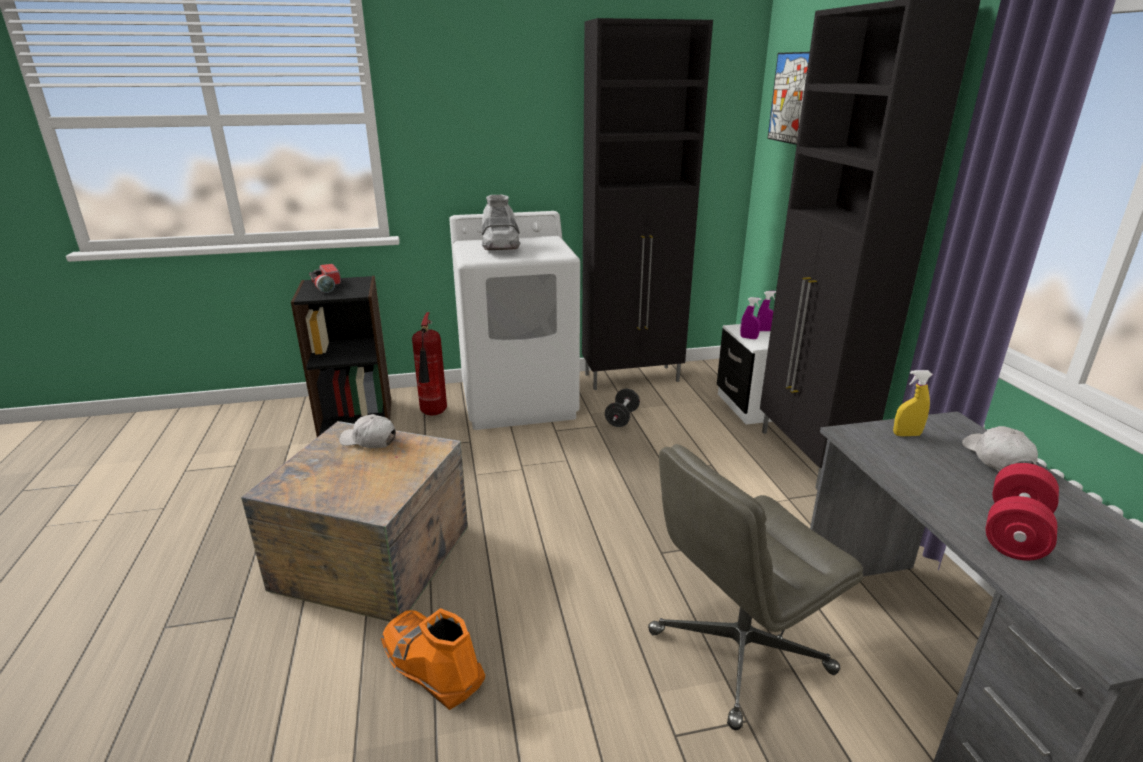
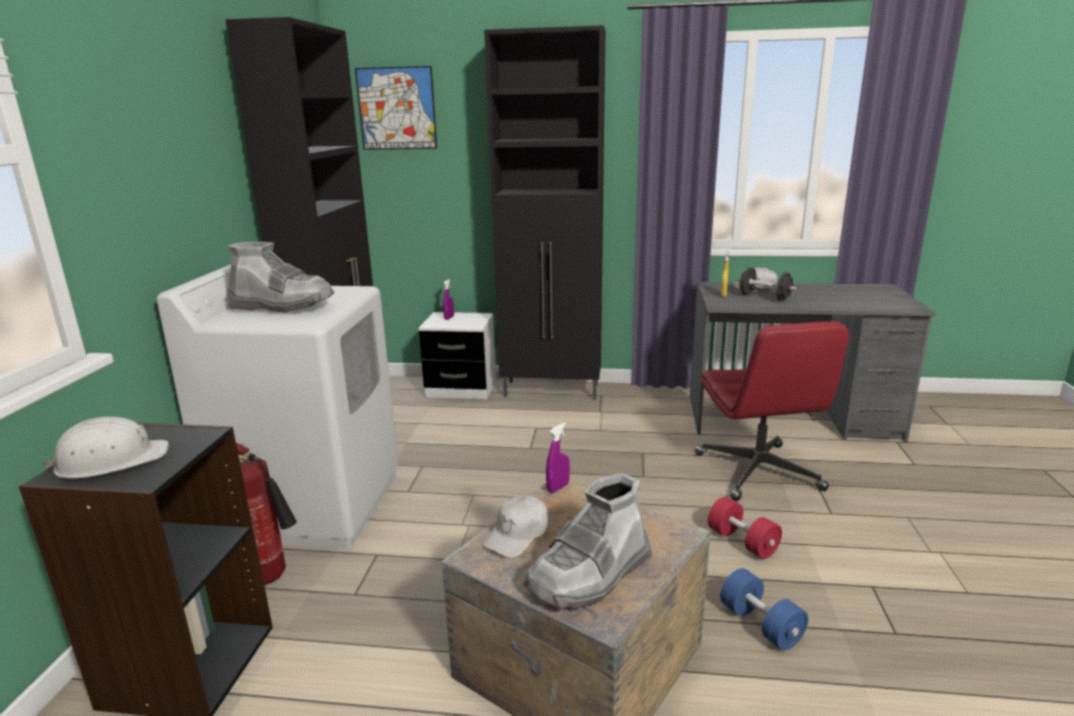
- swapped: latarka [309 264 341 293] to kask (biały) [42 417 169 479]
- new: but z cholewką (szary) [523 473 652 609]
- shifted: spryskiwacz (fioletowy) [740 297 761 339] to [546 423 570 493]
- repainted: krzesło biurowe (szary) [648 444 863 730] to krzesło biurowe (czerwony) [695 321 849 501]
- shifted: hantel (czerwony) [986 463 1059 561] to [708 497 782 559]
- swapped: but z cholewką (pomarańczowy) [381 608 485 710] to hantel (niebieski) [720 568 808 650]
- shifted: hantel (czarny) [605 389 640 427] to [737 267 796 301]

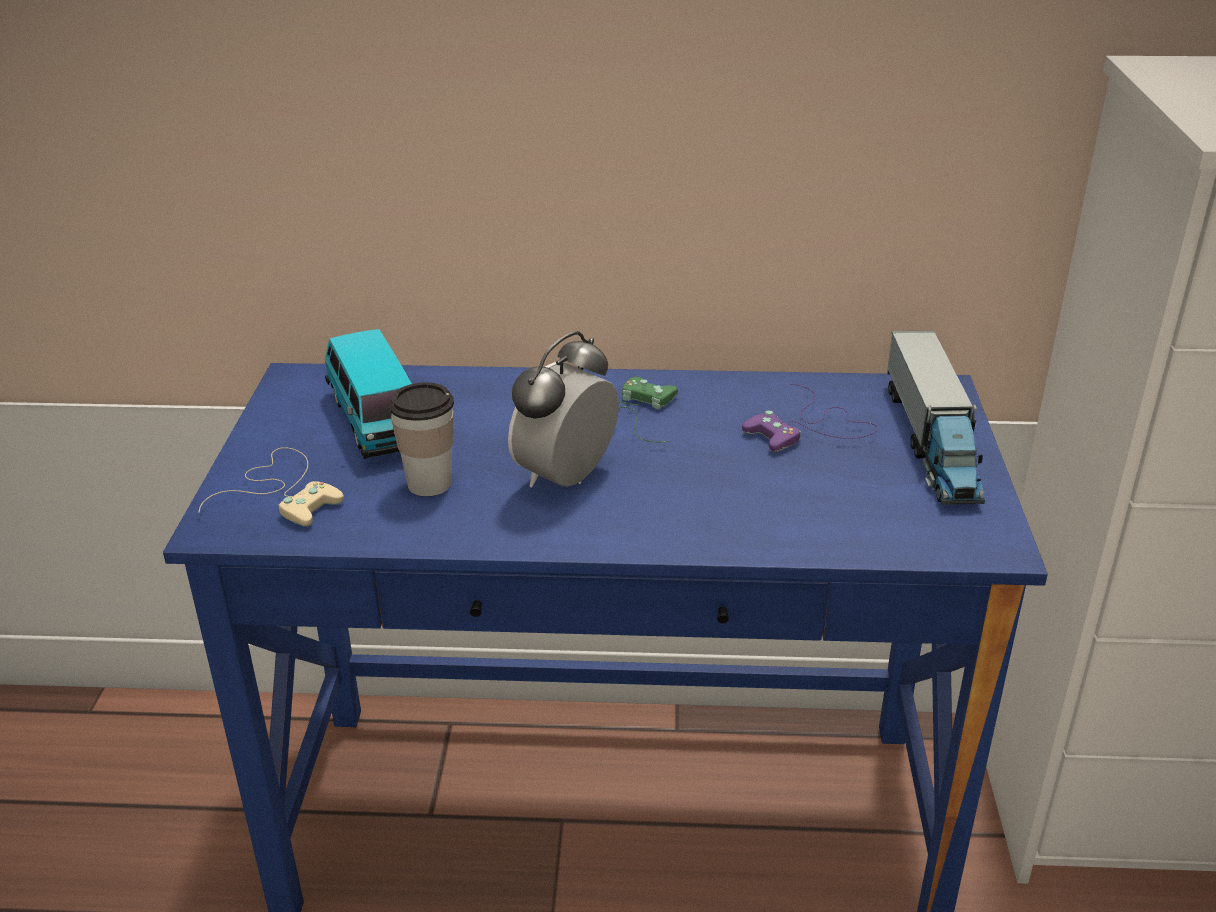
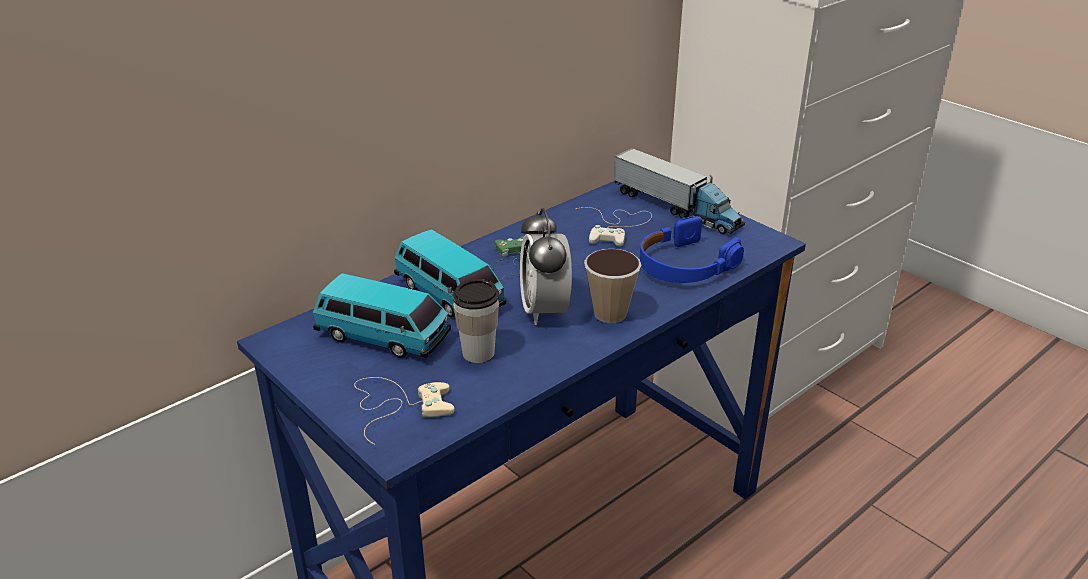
- new: samochodzik [394 229 506 318]
- repainted: pad do gier (fioletowy) [742 383 878 452] to pad do gier (biały) [576 207 652 247]
- new: filiżanka [584 249 641 323]
- new: słuchawki (niebieski) [640 216 744 283]

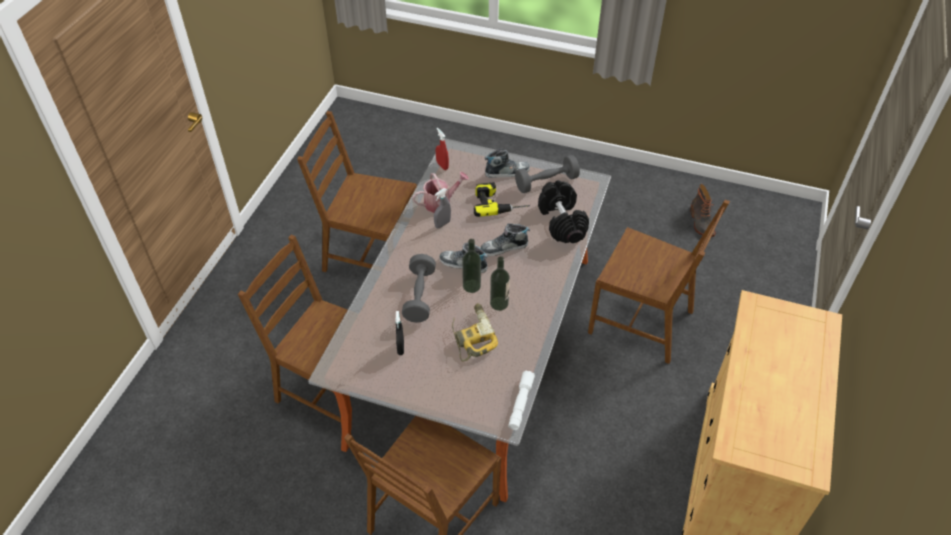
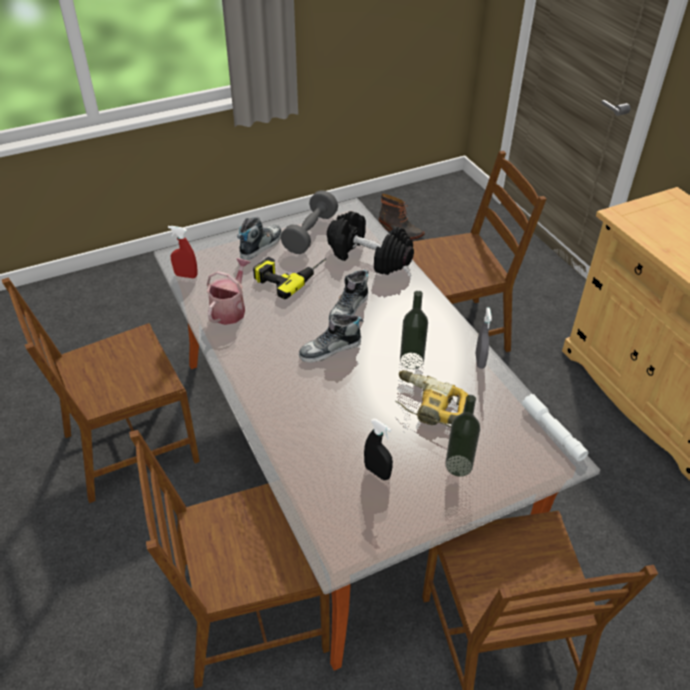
- shifted: butelka [462 239 481 293] to [445 395 480 477]
- shifted: spryskiwacz (szary) [434 188 451 228] to [476 308 492 369]
- gone: hantel (szary) [402 254 436 323]

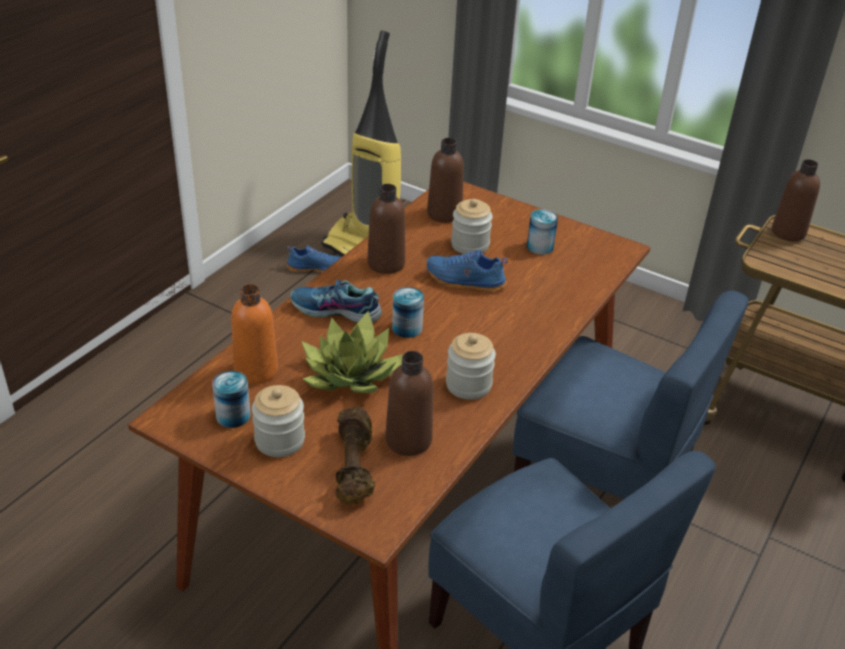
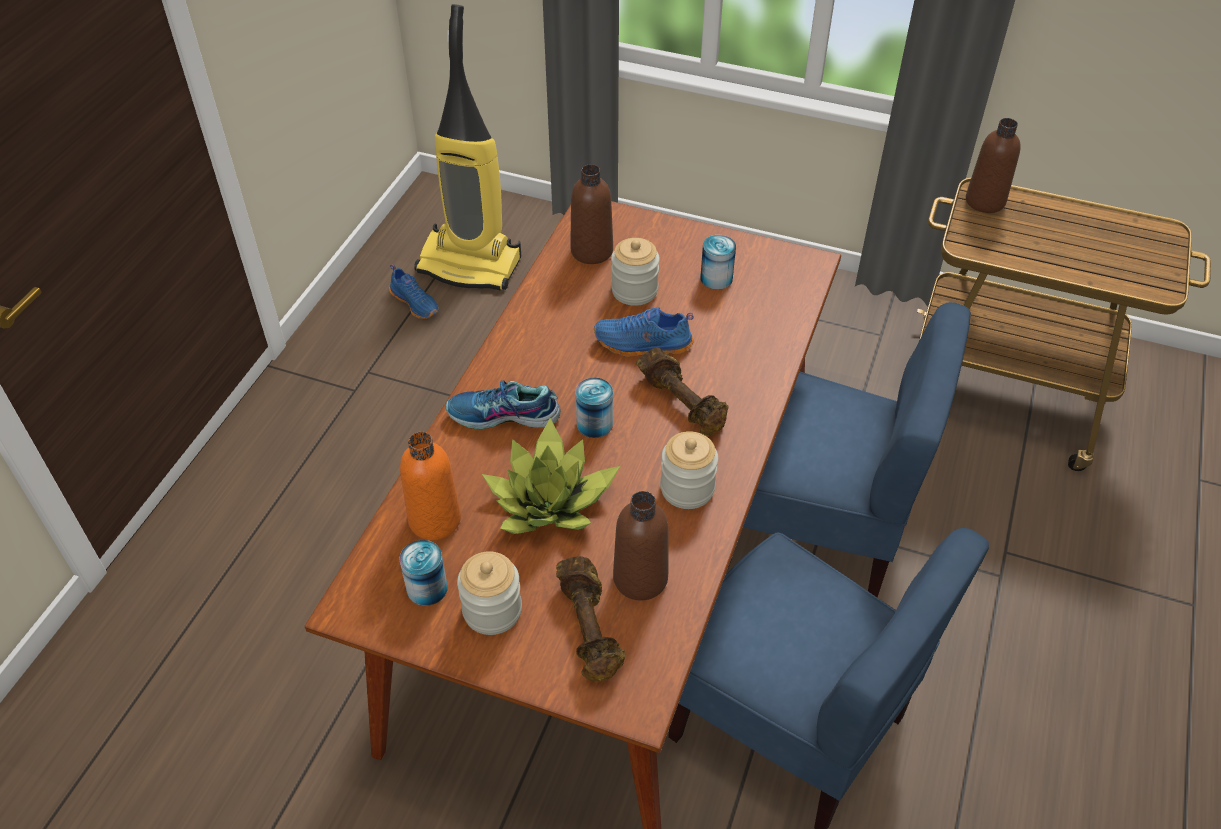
- rotated: but (niebieski) [286 245 341 273] = [389 264 439 319] 60 degrees clockwise
- new: hantel (brązowy) [636 347 729 435]
- gone: butelka (brązowy) [367 184 405 274]

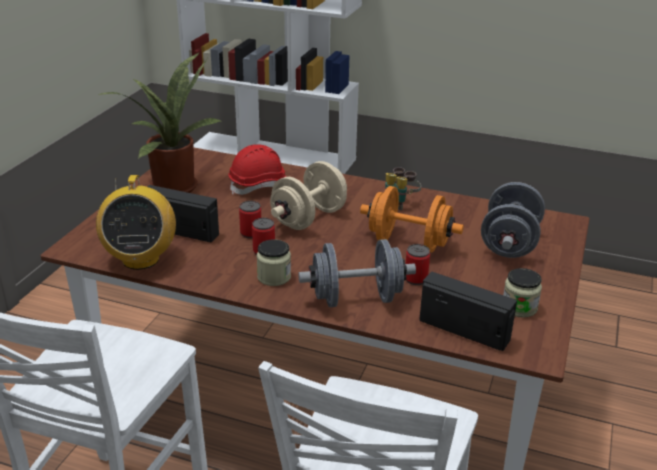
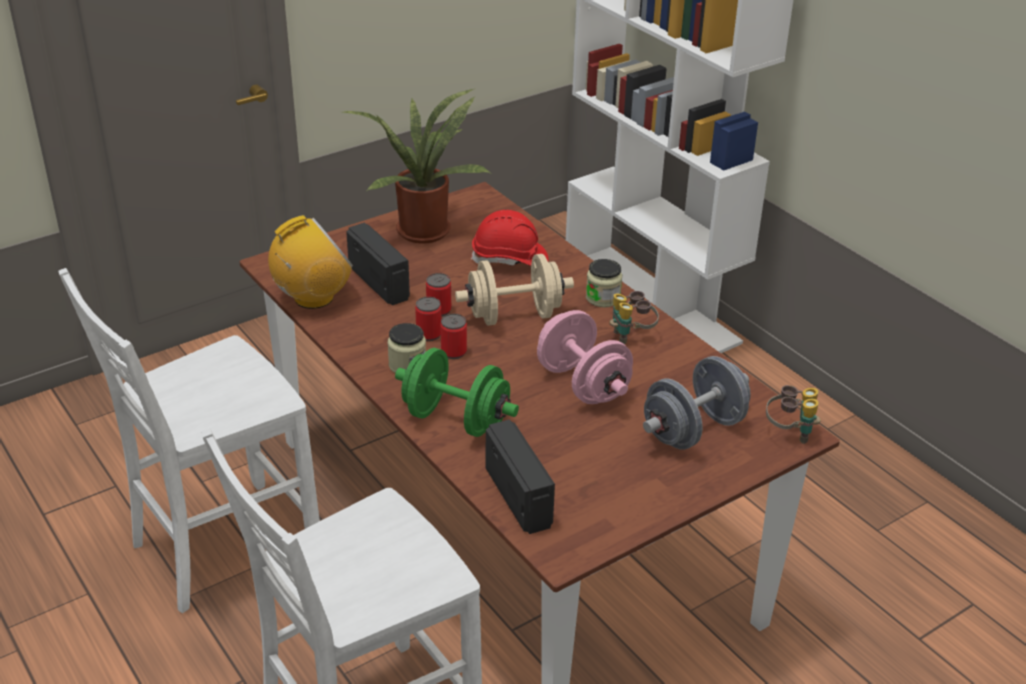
- rotated: radio [96 175 176 270] = [268 215 353 309] 150 degrees counterclockwise
- repainted: hantel (szary) [299 239 416 307] to hantel (zielony) [395 348 519 437]
- shifted: puszka [406 244 430 285] to [441 314 467 359]
- repainted: hantel (pomarańczowy) [360 186 464 252] to hantel (różowy) [537 310 633 404]
- shifted: słoik [503 268 542 318] to [586 259 622 307]
- new: lornetka [766 385 821 444]

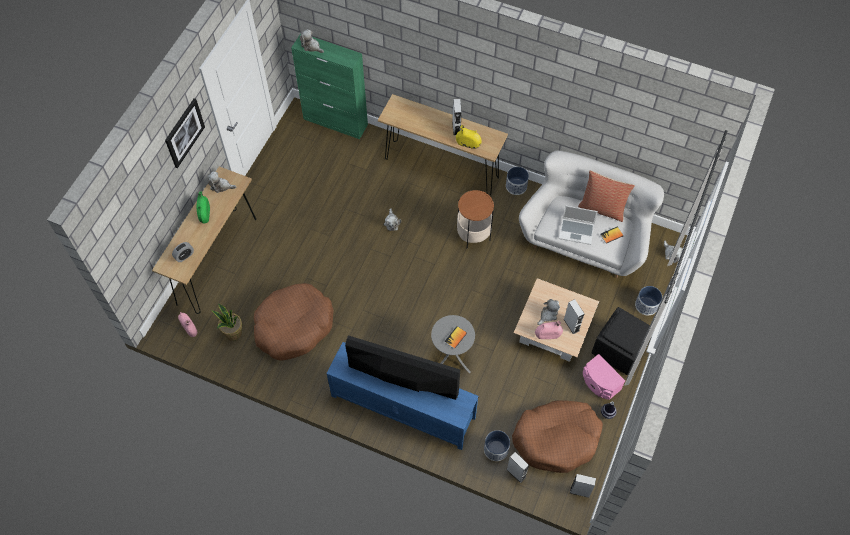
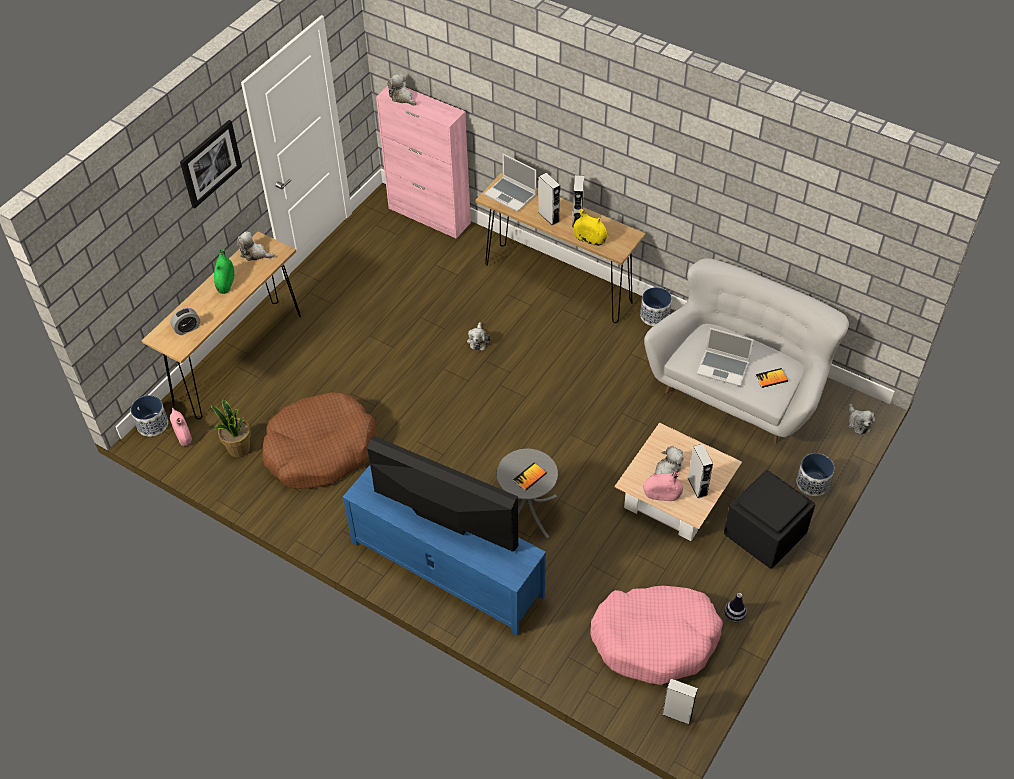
- shifted: donica [484 430 510 461] to [131 395 168 437]
- repainted: szafka (zielony) [291 33 368 139] to szafka (różowy) [376 86 471 239]
- new: laptop [484 154 537 212]
- shifted: głośnik (szary) [506 452 529 483] to [538 173 560 226]
- repainted: legowisko (brązowy) [512 400 603 473] to legowisko (różowy) [590 586 723 685]
- gone: stolik [457 190 494 249]
- gone: poduszka [578 170 635 222]
- gone: głośnik (różowy) [583 354 625 400]

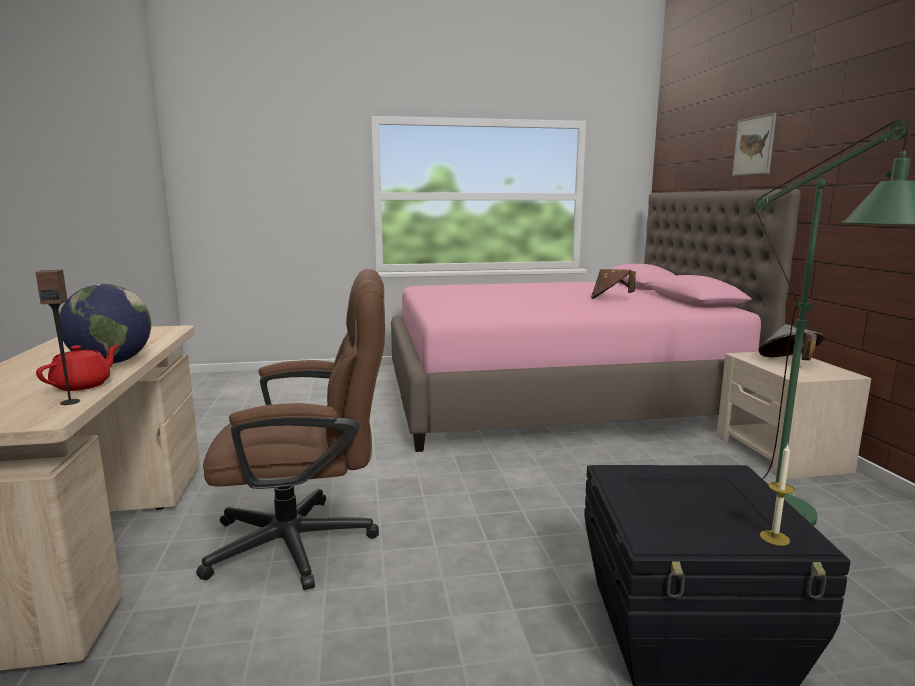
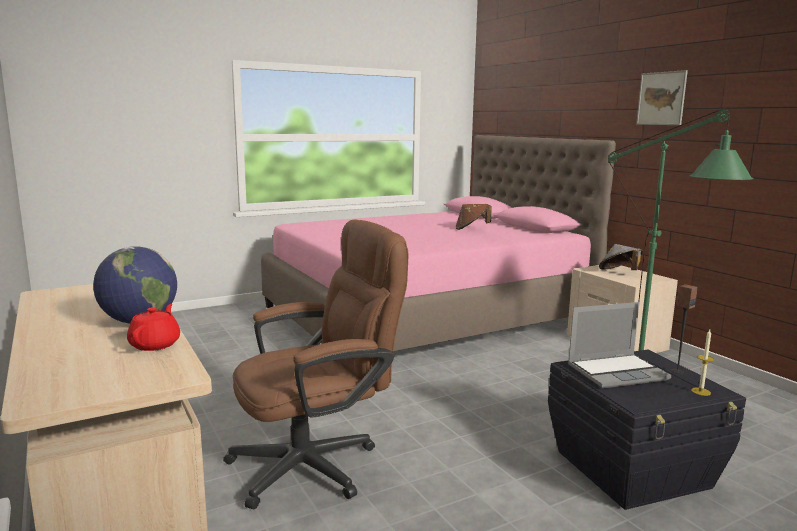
- new: laptop [568 302 671 388]
- shifted: obraz [732 113 776 176] to [636 70 688 125]
- shifted: głośnik [36 270 80 405] to [671 284 698 374]

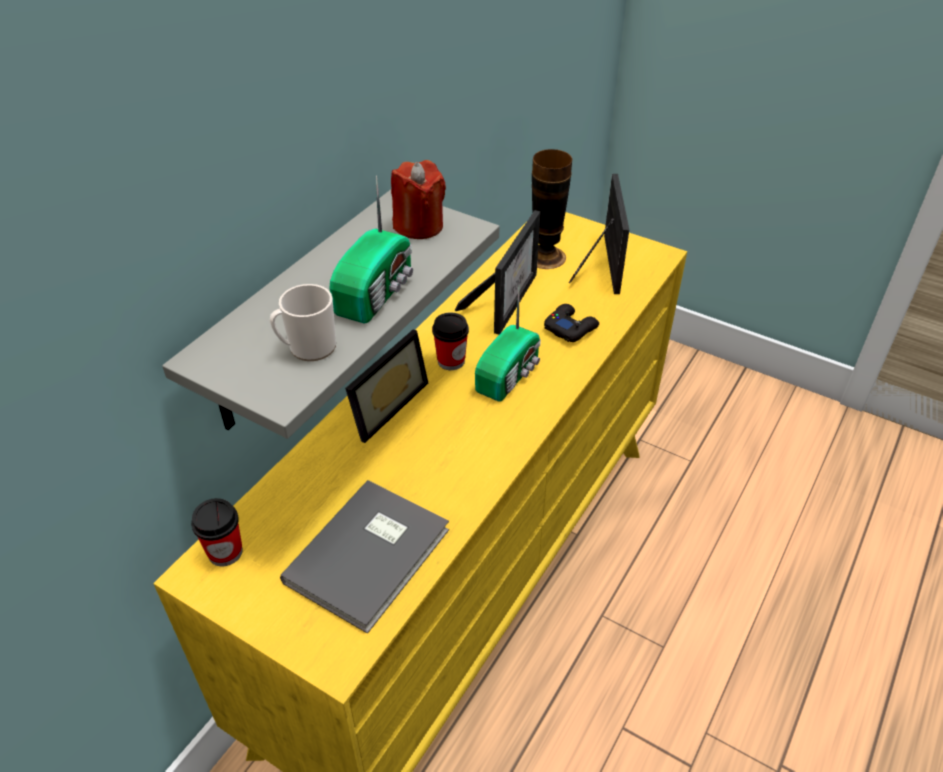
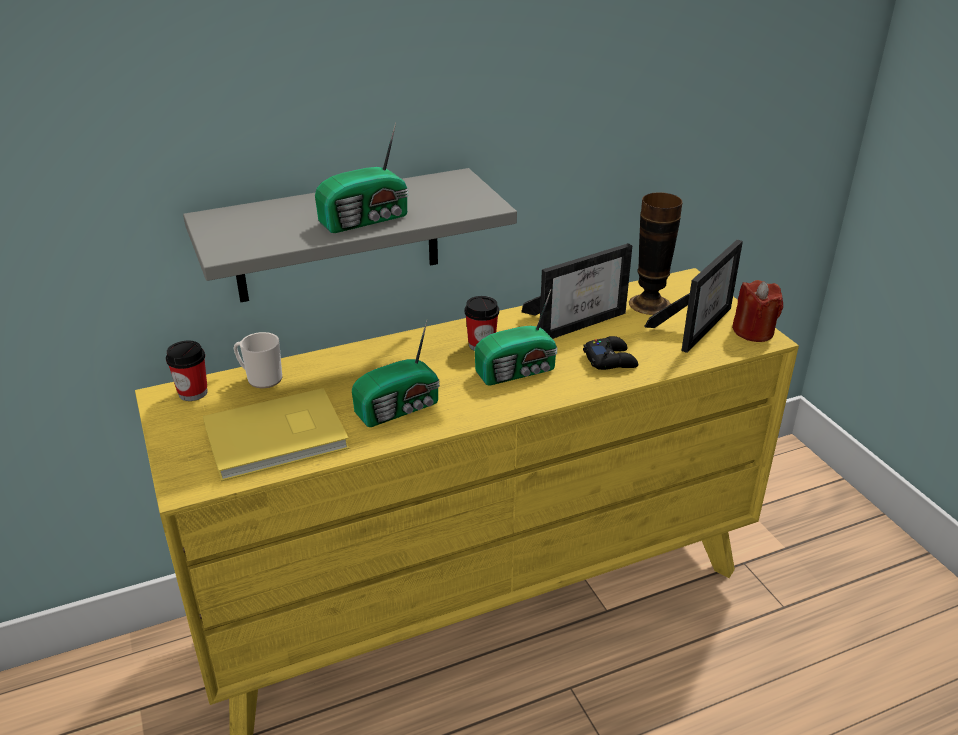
- repainted: książka (szary) [280 480 449 634] to książka (żółty) [203 388 349 482]
- shifted: kubek [270 284 336 361] to [233 332 282 388]
- new: radio [352 320 440 427]
- shifted: świeca (czerwony) [391 160 446 239] to [732 280 783 342]
- gone: ramka na zdjęcie [345 330 428 443]

